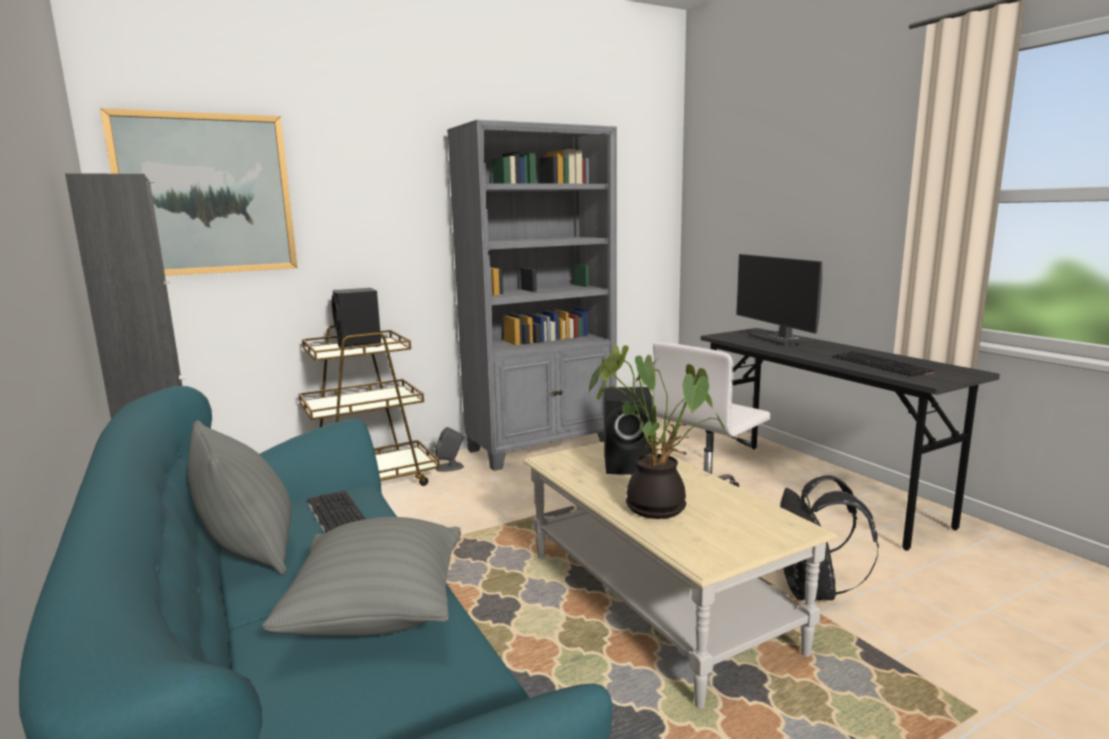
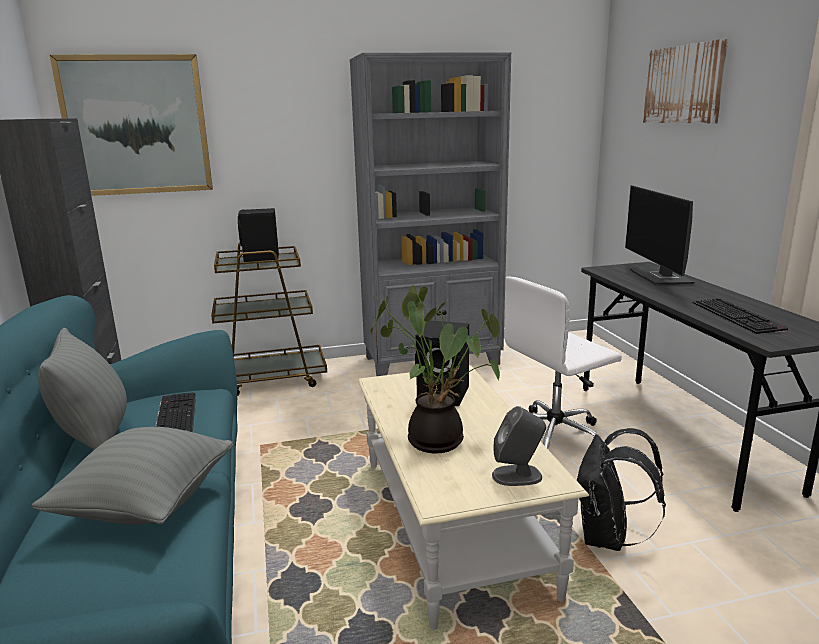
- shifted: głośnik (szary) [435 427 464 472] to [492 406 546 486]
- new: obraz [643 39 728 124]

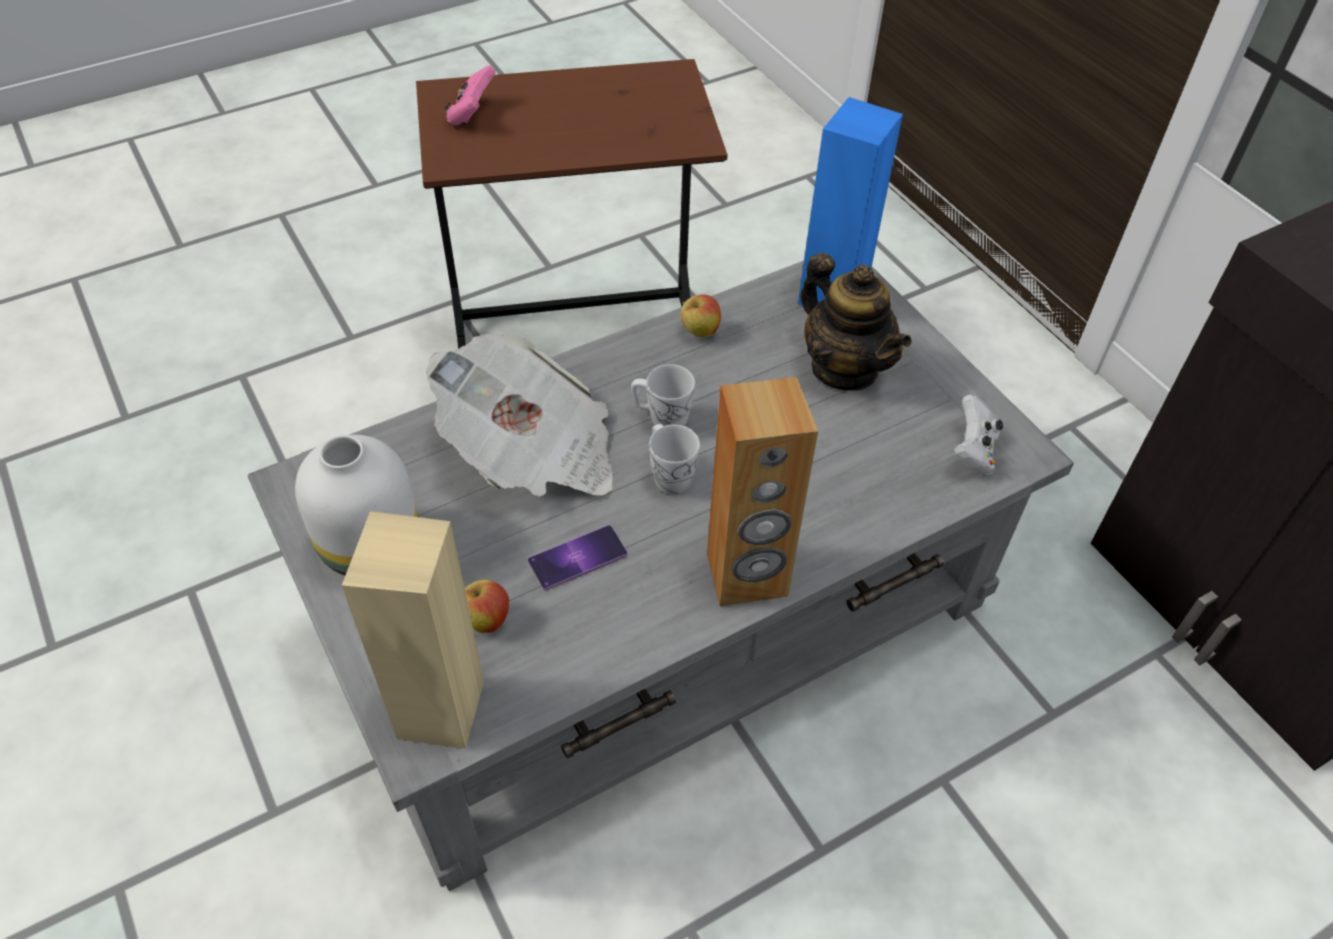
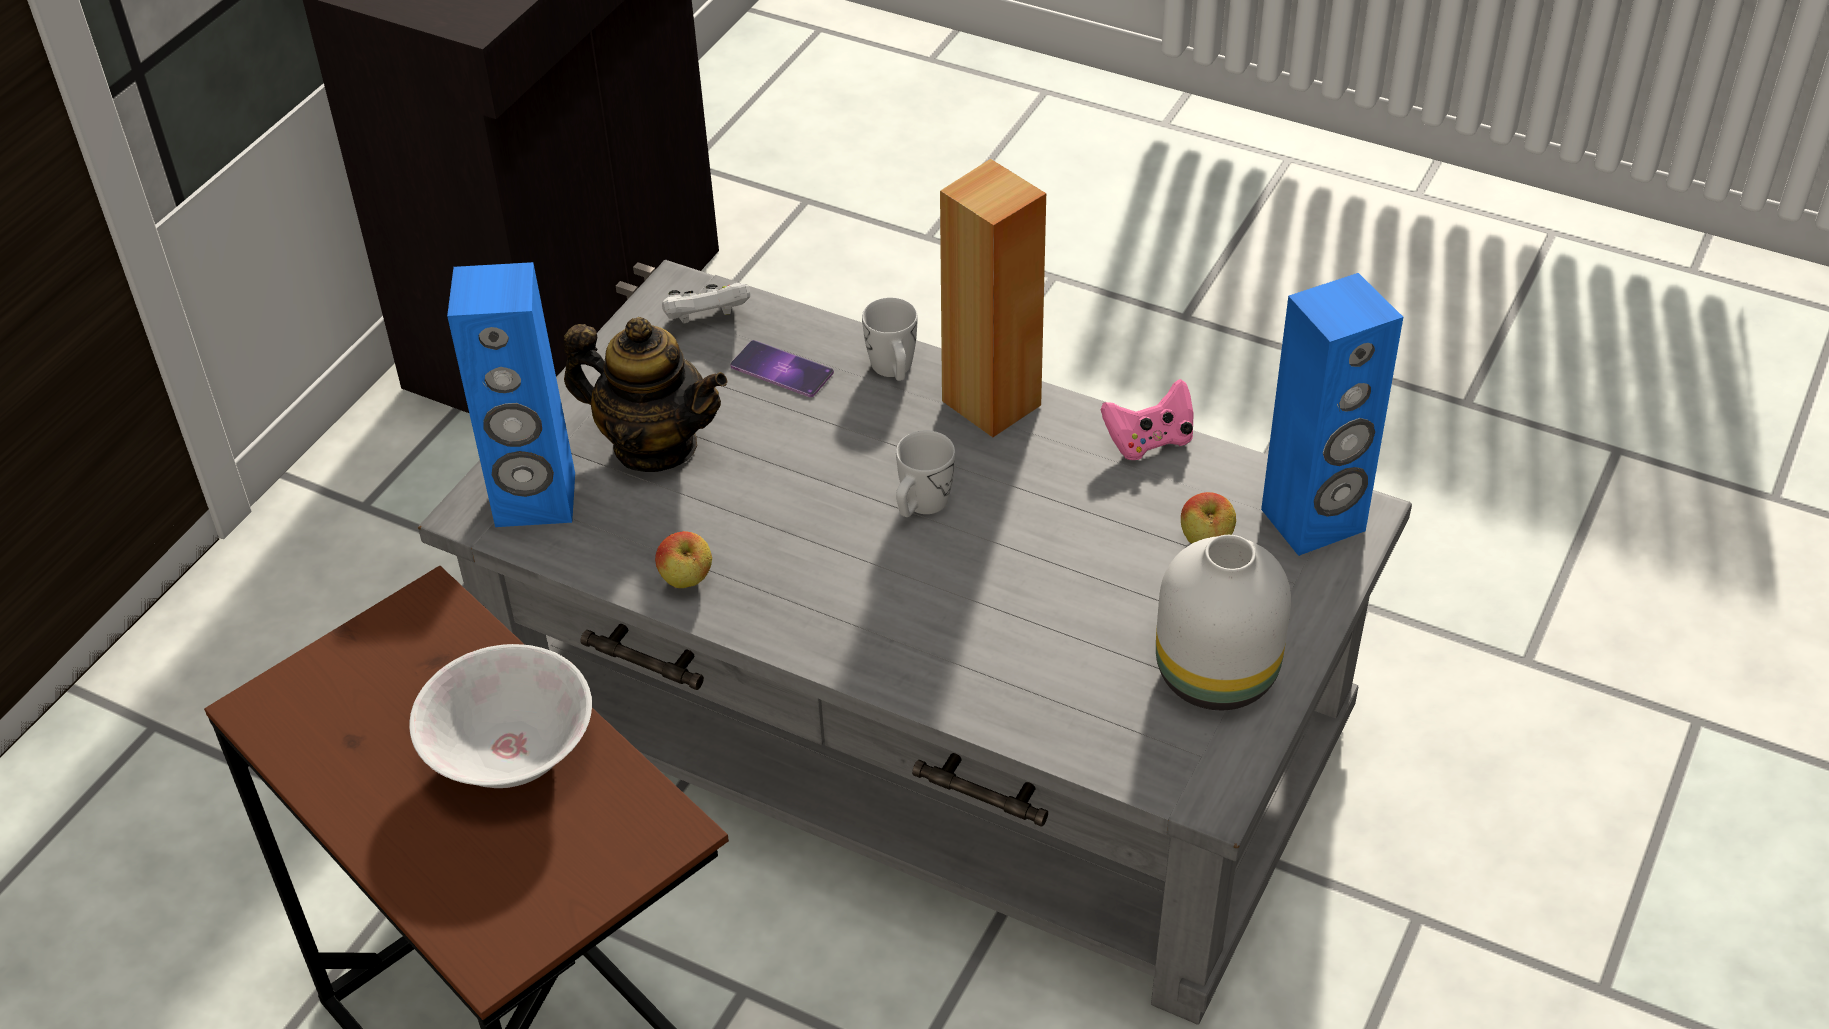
- new: miska (biały) [409 644 592 788]
- rotated: imbryk [800 253 912 391] = [564 317 728 472] 90 degrees clockwise
- shifted: telefon [528 525 627 590] to [730 340 834 397]
- shifted: kubek (biały) [631 364 695 426] to [862 297 918 381]
- shifted: pad do gier (różowy) [444 65 496 126] to [1100 379 1194 460]
- repainted: głośnik (beżowy) [342 511 484 749] to głośnik (niebieski) [1261 273 1403 556]
- gone: gazeta [426 334 613 497]

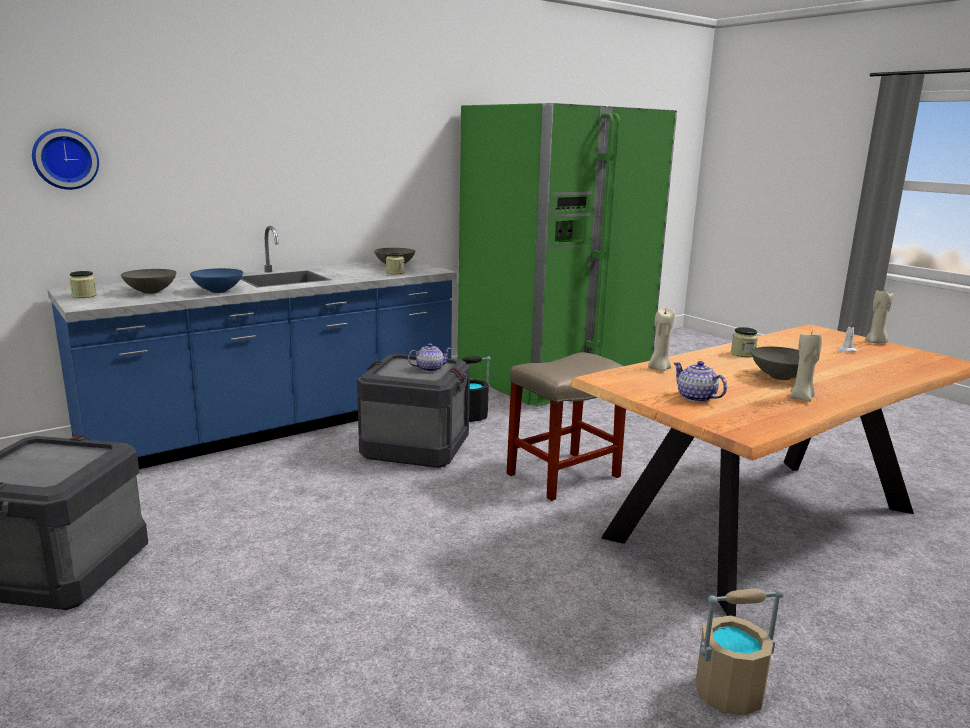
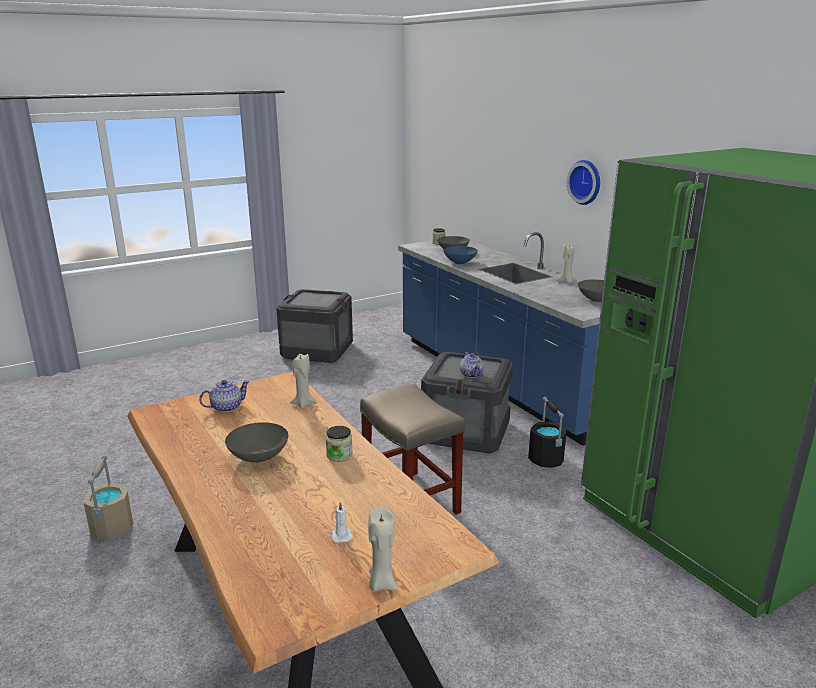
- shifted: świeca (beżowy) [790 333 822 402] to [557 244 575 283]
- shifted: zegar ścienny [32 129 99 190] to [567 160 600 205]
- gone: słoik [386 252 404 274]

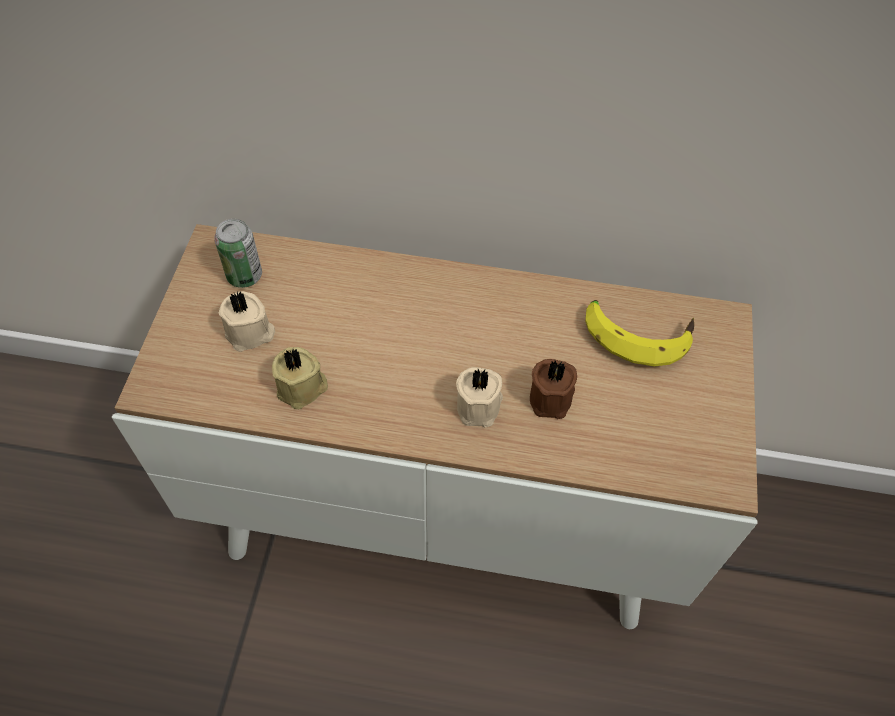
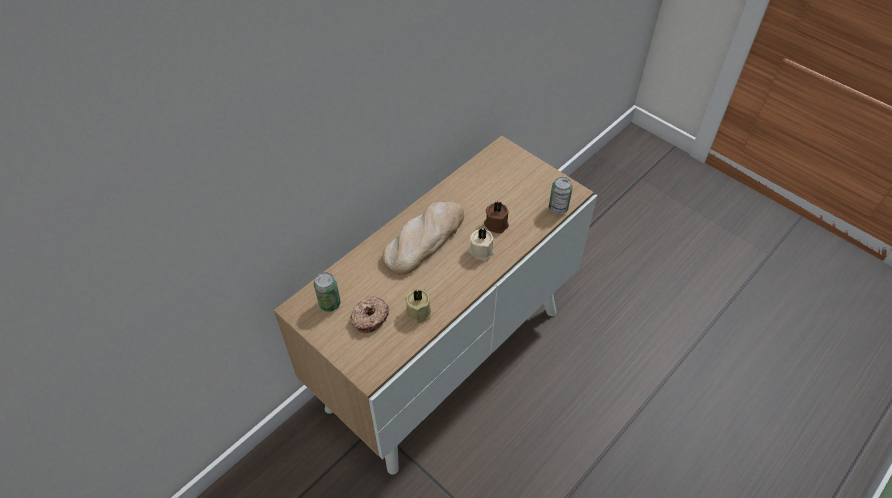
- swapped: świeca (beżowy) [219 291 275 352] to donut [350 295 389 333]
- new: chleb [382 202 464 275]
- new: puszka [549 177 573 215]
- gone: banan [585 300 694 366]

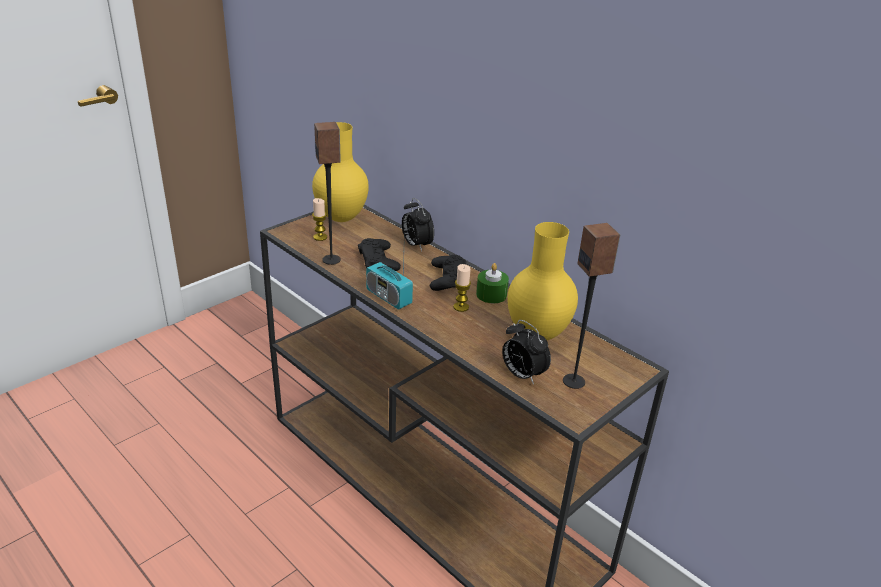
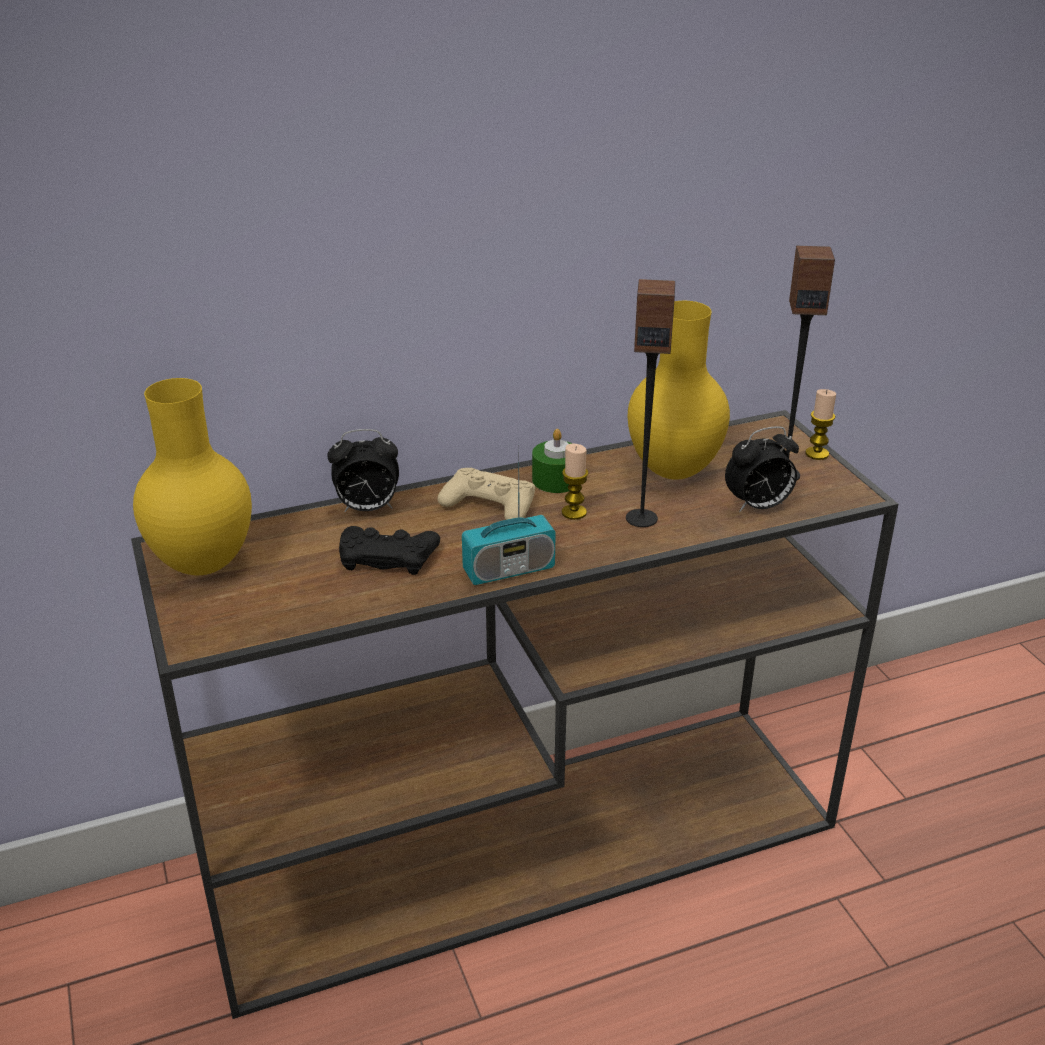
- repainted: pad do gier (czarny) [430 255 466 291] to pad do gier (beżowy) [438 468 535 520]
- shifted: głośnik [314 122 341 265] to [626 279 675 527]
- shifted: świeca [312 198 327 241] to [805 389 836 460]

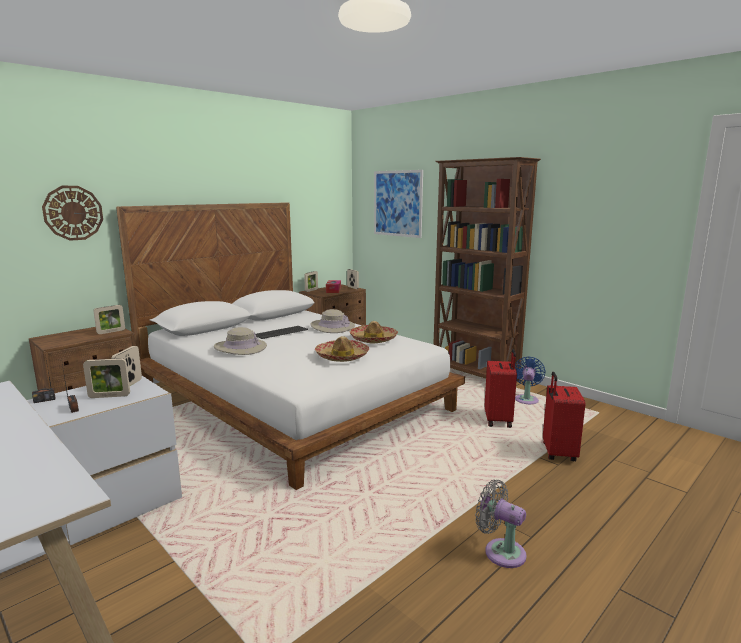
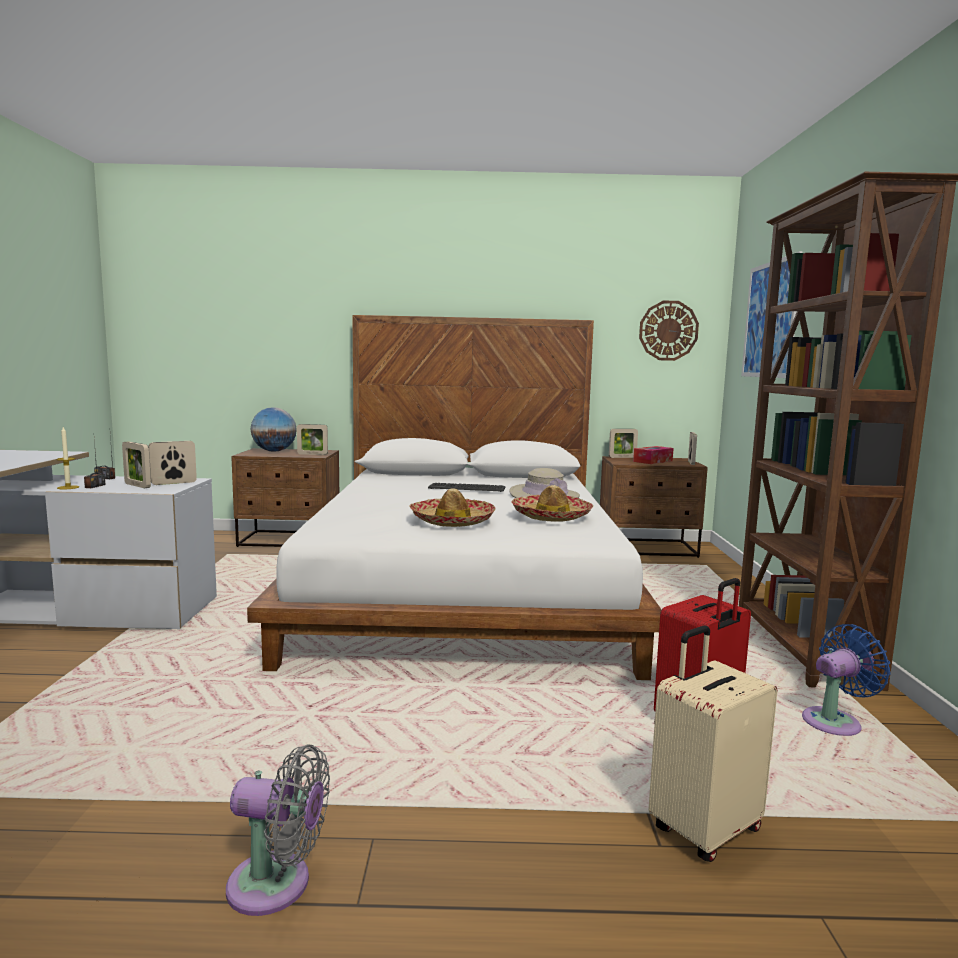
- new: świeca [56 427 79 489]
- rotated: wentylator (szary) [475 480 527 568] = [226 745 330 916] 105 degrees clockwise
- new: globus [251 407 297 451]
- shifted: zegar ścienny [42 186 103 241] to [639 301 699 361]
- repainted: walizka (czerwony) [543 372 585 461] to walizka (beżowy) [649 626 777 862]
- gone: kapelusz (beżowy) [214 327 267 355]

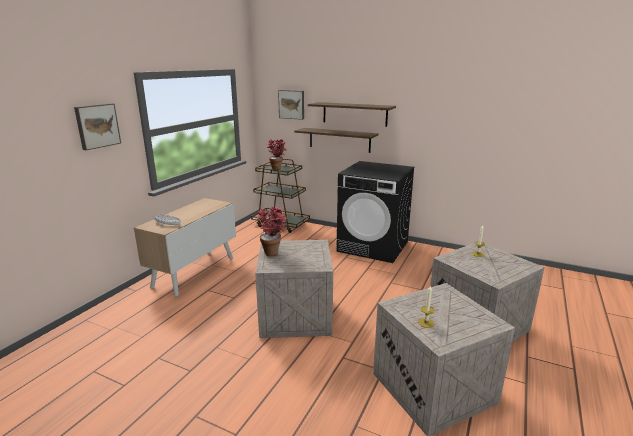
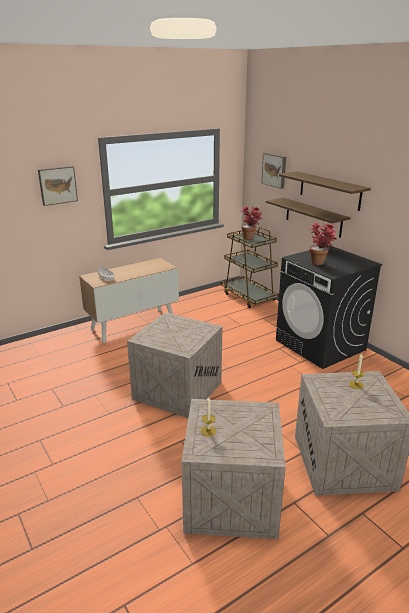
- shifted: roślina doniczkowa [255 207 287 256] to [309 222 337 265]

